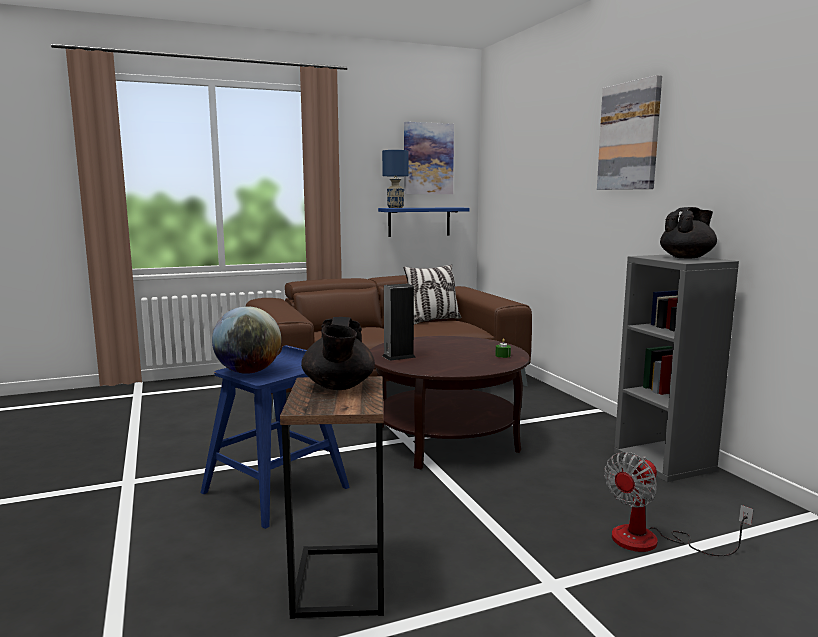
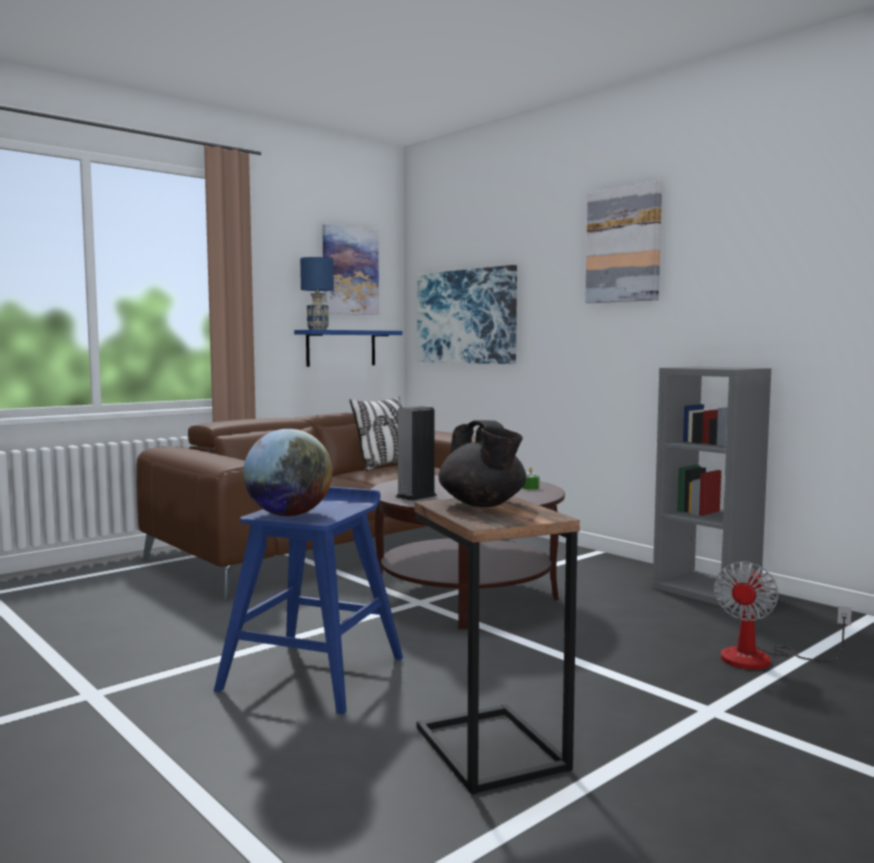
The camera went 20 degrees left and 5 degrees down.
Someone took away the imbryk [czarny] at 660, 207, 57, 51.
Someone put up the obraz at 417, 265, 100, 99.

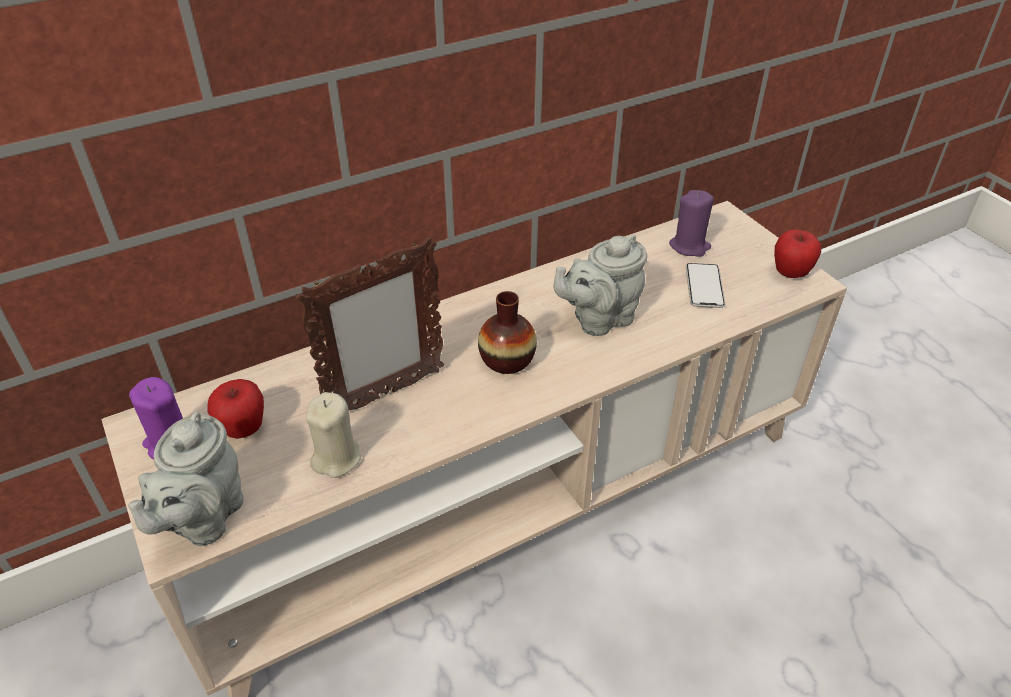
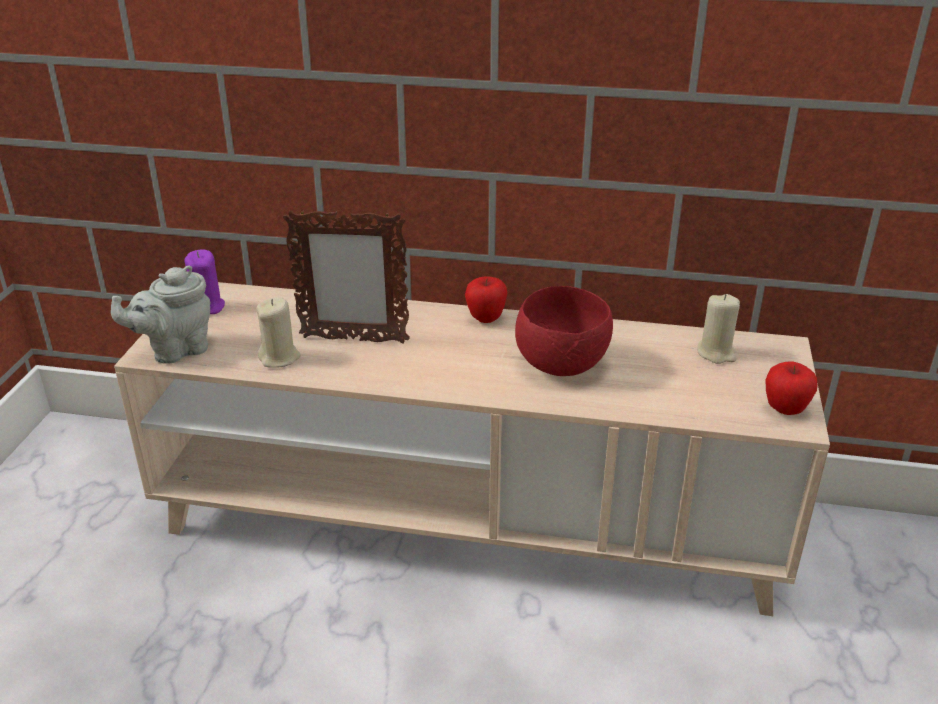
The camera went 40 degrees right and 10 degrees down.
Someone took away the wazon at 478, 291, 59, 83.
Someone took away the telefon at 686, 263, 39, 45.
Someone carried the jabłko from 207, 379, 57, 60 to 465, 276, 43, 47.
Someone swapped the imbryk [szary] at 554, 234, 93, 102 for the miska [czerwony] at 515, 286, 98, 90.
Someone repainted the świeca [fioletowy] at 669, 190, 45, 67, which became the świeca [beżowy] at 697, 294, 43, 70.

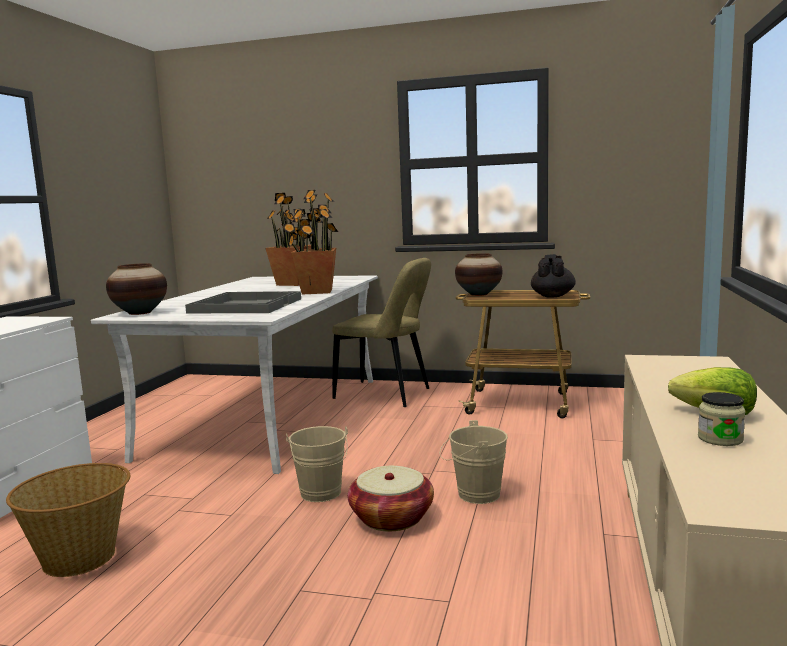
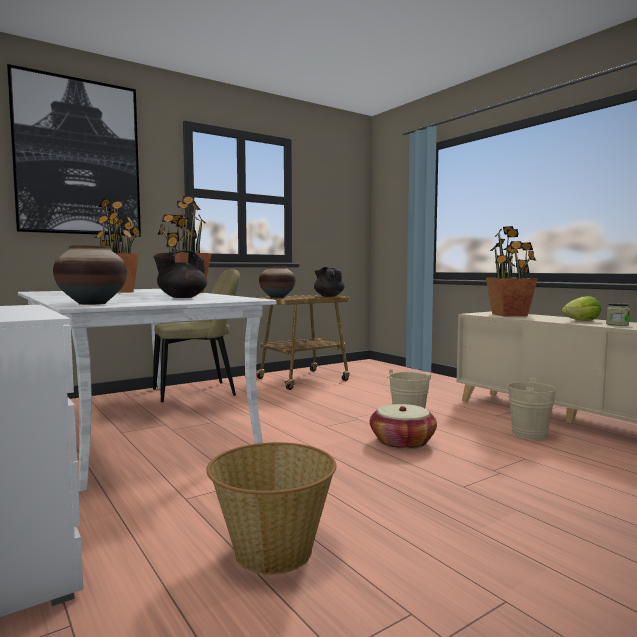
The camera went 50 degrees left and 5 degrees down.
Someone put up the obraz at 7, 64, 134, 172.
Someone put down the roślina doniczkowa at 486, 226, 52, 90.
Someone carried the wiadro [beżowy] from 286, 426, 62, 76 to 507, 378, 58, 62.
Someone swapped the taca [szary] at 185, 291, 116, 22 for the imbryk [czarny] at 153, 250, 54, 48.

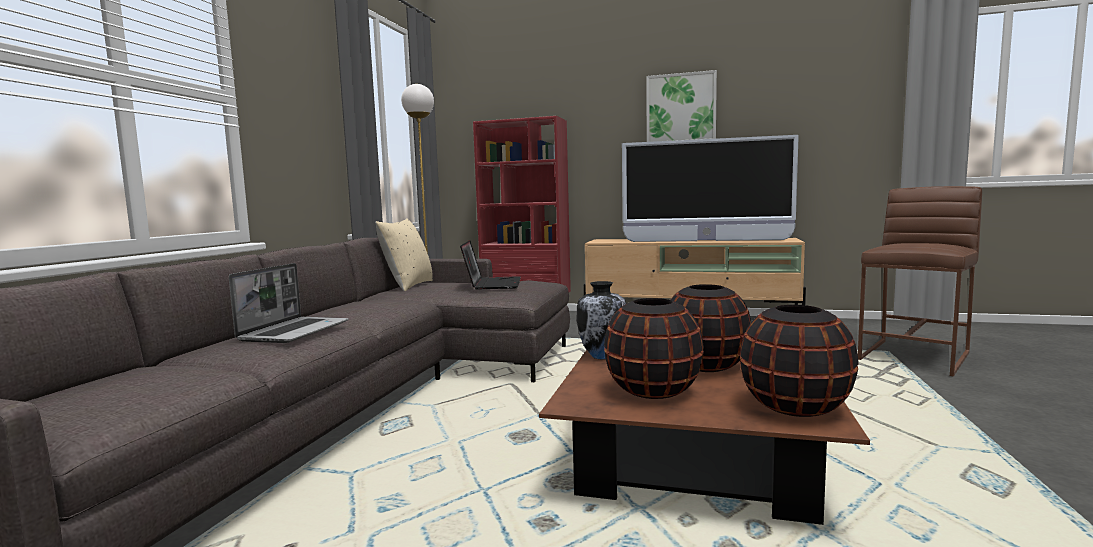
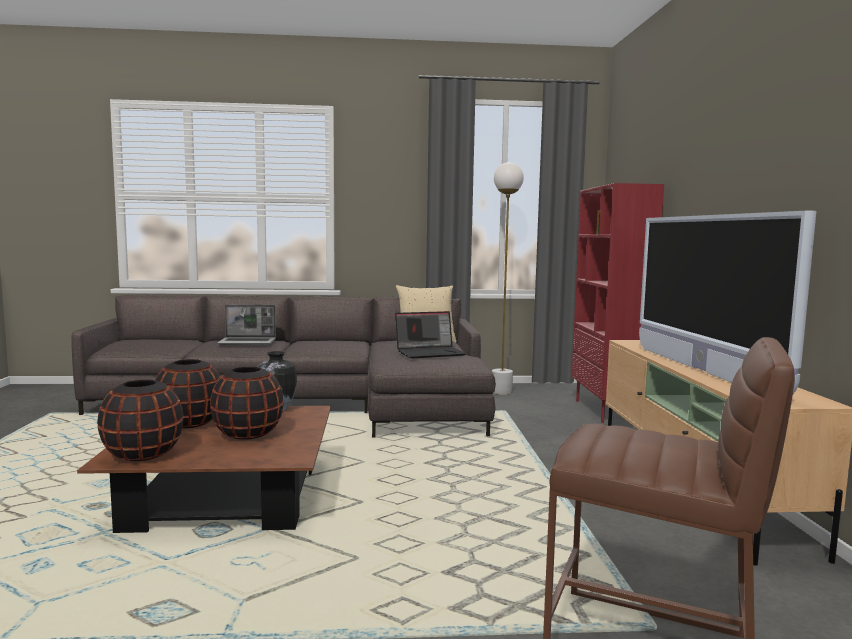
The camera went 70 degrees right and 0 degrees up.
Someone took away the obraz at 646, 70, 71, 72.

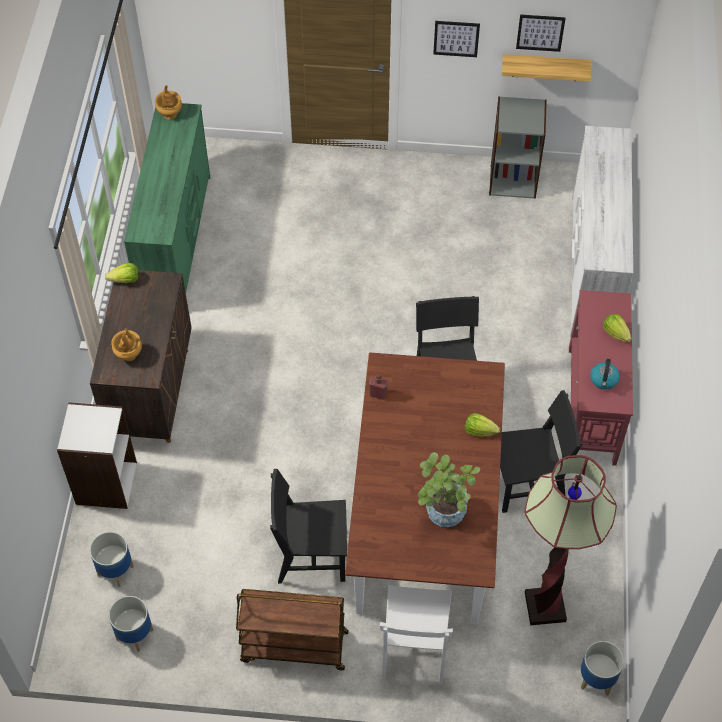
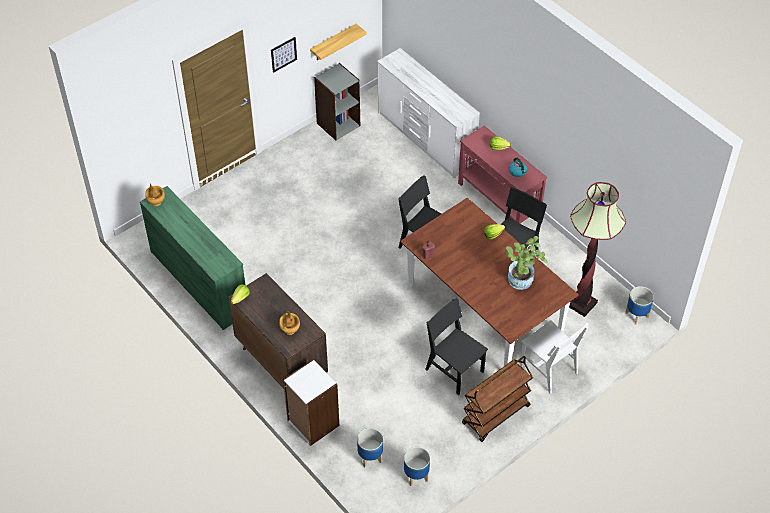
The camera went 45 degrees left and 5 degrees down.
Someone took away the obraz at 516, 15, 50, 37.
Someone rotated the krzesło [czarny] at 270, 469, 77, 115 by 90 degrees clockwise.

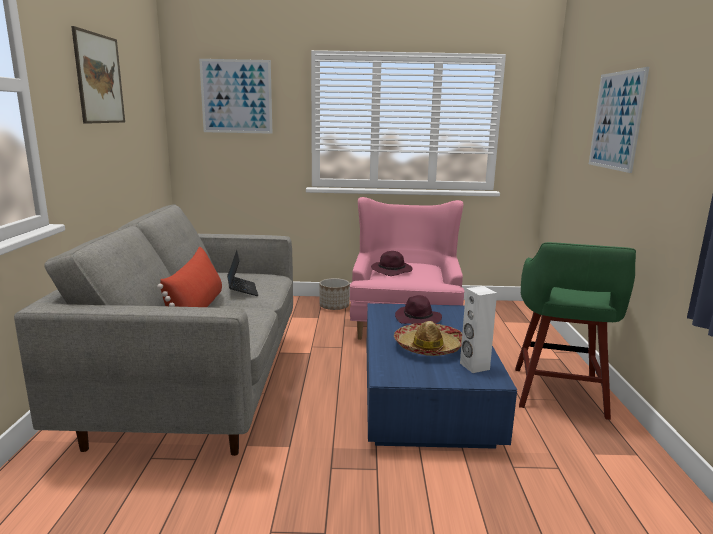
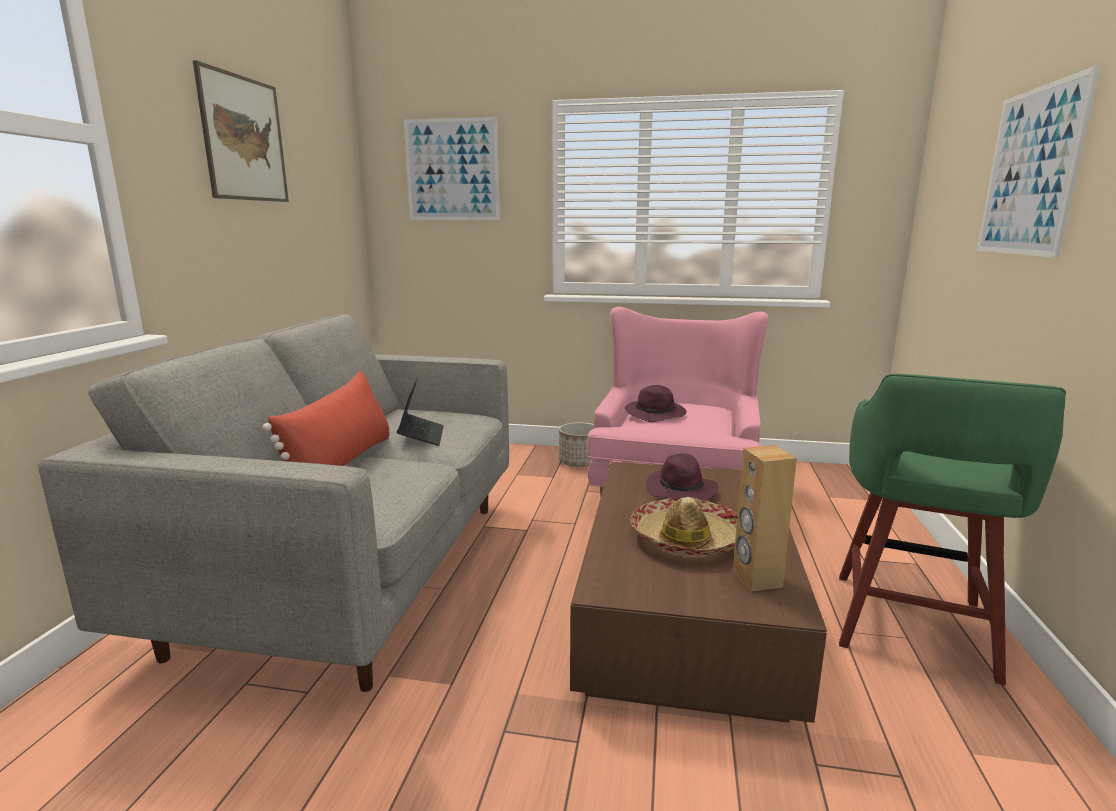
The camera went 10 degrees right and 0 degrees up.
Someone repainted the ława [niebieski] at 366, 303, 151, 146, which became the ława [brązowy] at 570, 462, 257, 261.
Someone repainted the głośnik [biały] at 460, 286, 37, 87, which became the głośnik [brązowy] at 733, 445, 64, 147.

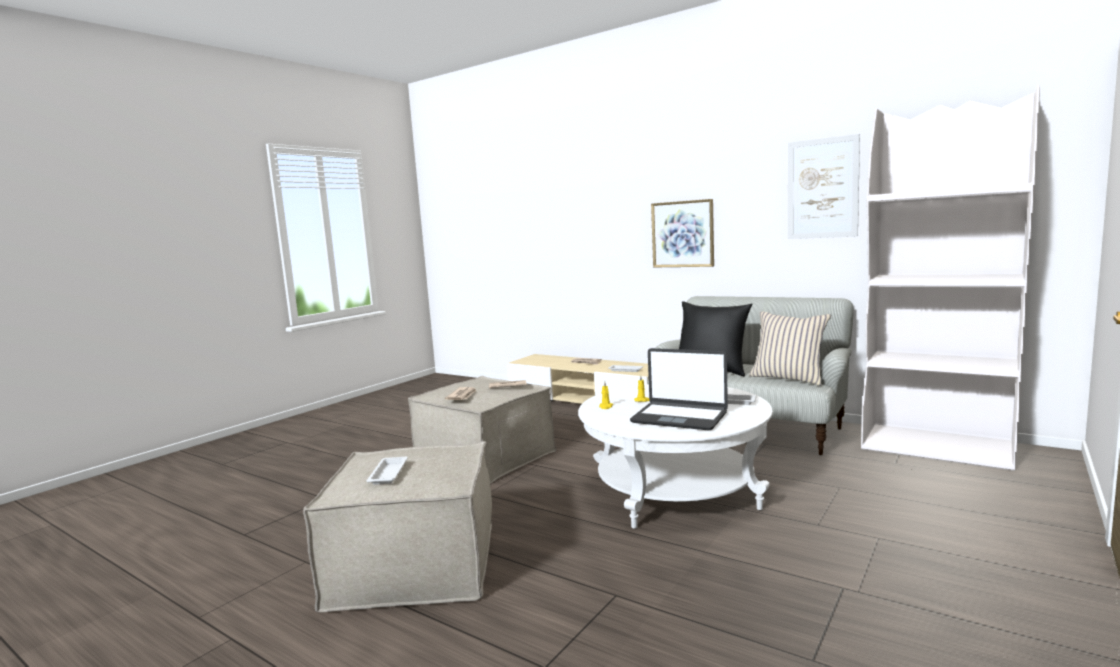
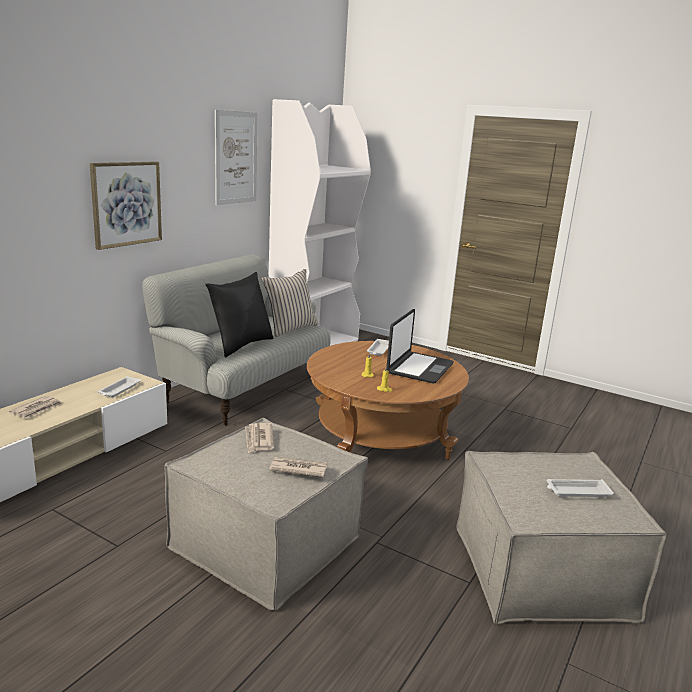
The camera went 95 degrees left and 10 degrees up.
Someone repainted the ława [biały] at 578, 384, 195, 145, which became the ława [brązowy] at 307, 341, 162, 119.

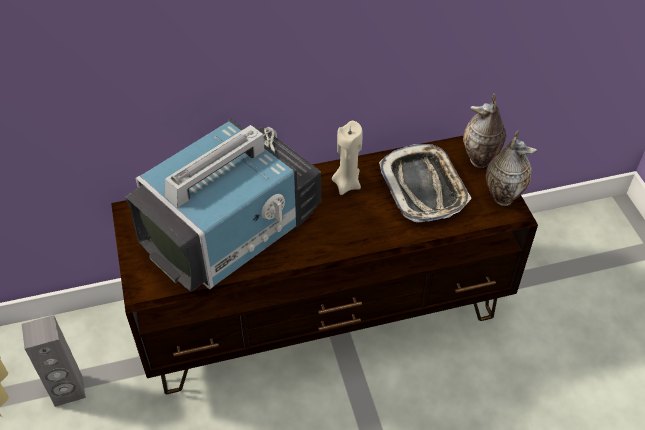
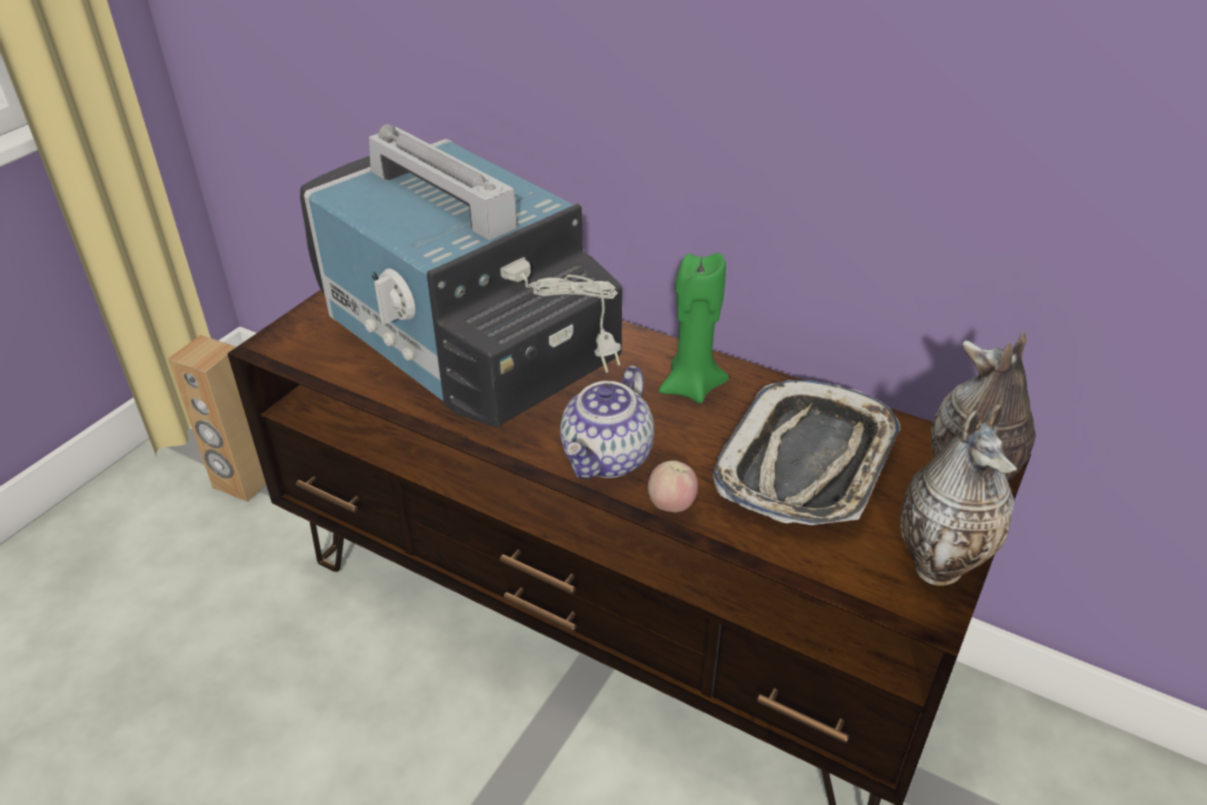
The camera went 45 degrees right and 10 degrees down.
Someone put down the imbryk at 560, 366, 94, 113.
Someone put down the jabłko at 648, 460, 50, 52.
Someone repainted the głośnik [szary] at 22, 315, 64, 92, which became the głośnik [brązowy] at 168, 335, 98, 167.
Someone repainted the świeca [beżowy] at 332, 121, 31, 74, which became the świeca [zielony] at 658, 253, 71, 151.
Someone rotated the telewizor at 125, 119, 196, 173 by 45 degrees clockwise.

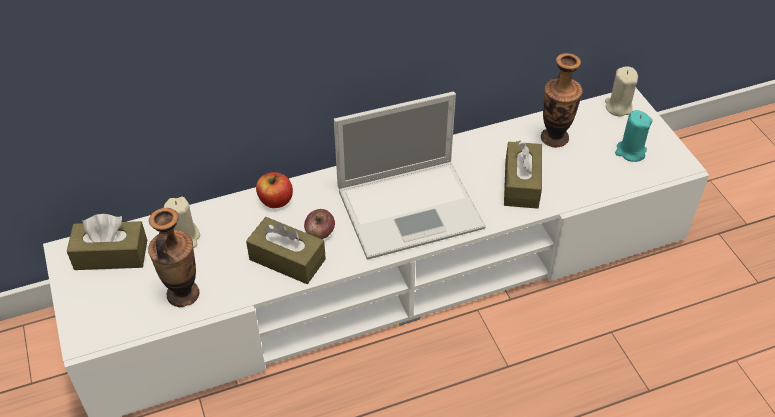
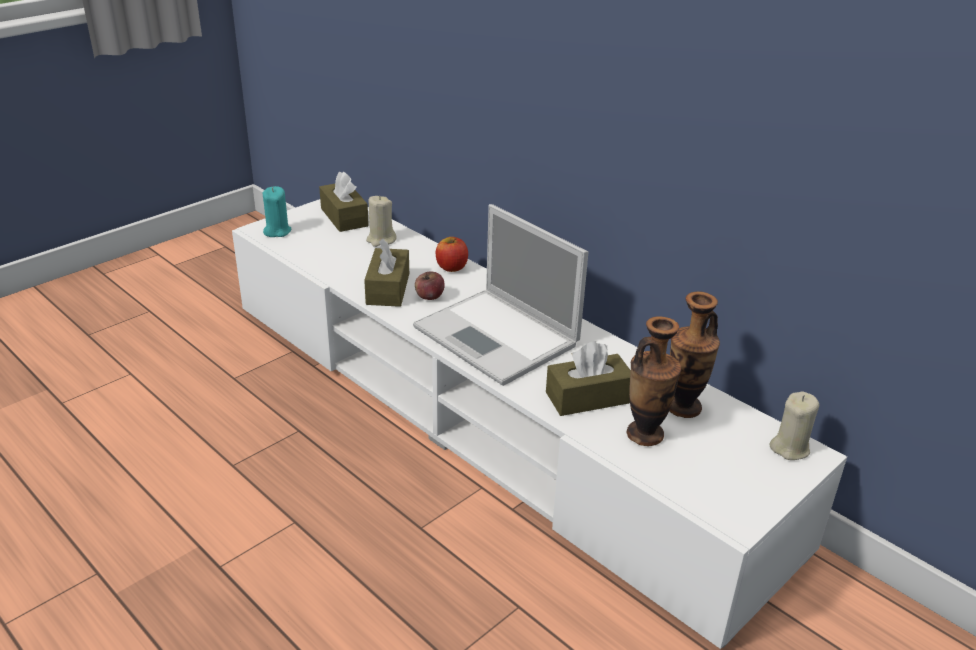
The camera went 65 degrees right and 15 degrees down.
Someone carried the wazon from 148, 208, 51, 99 to 627, 316, 54, 130.
Someone carried the świeca [turkusowy] from 615, 110, 38, 52 to 263, 186, 28, 51.

